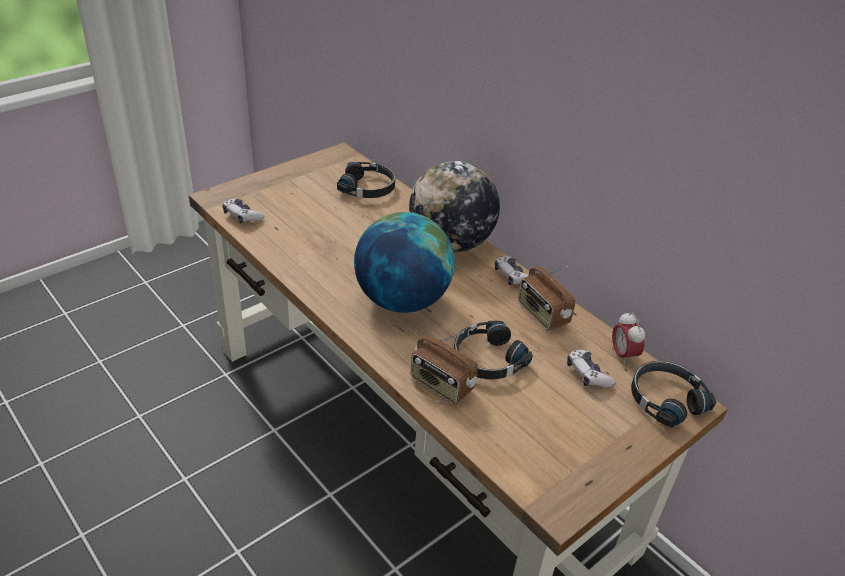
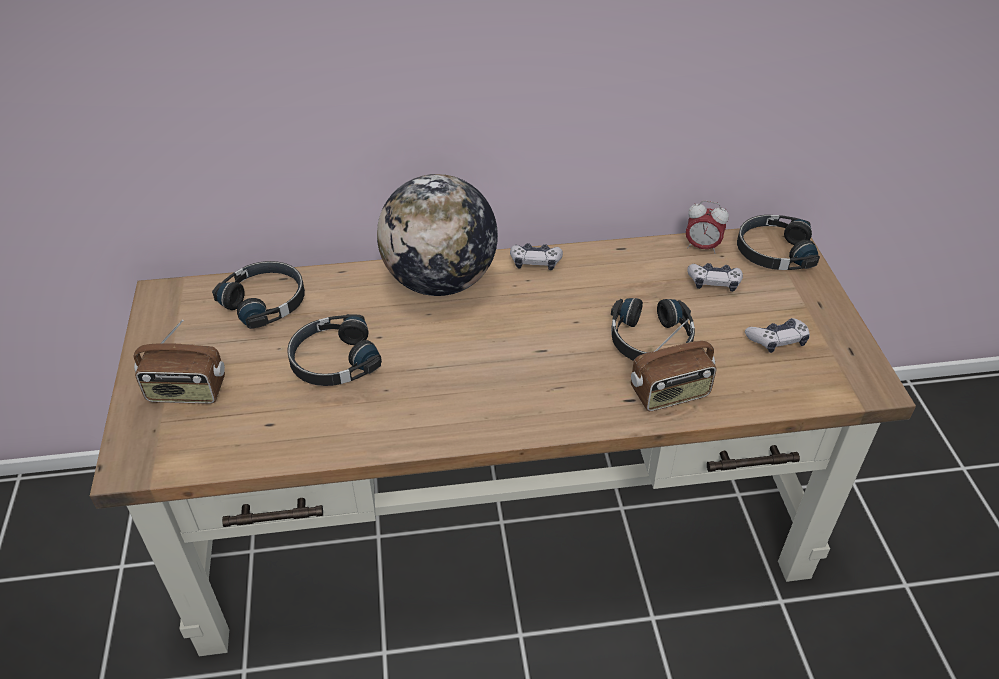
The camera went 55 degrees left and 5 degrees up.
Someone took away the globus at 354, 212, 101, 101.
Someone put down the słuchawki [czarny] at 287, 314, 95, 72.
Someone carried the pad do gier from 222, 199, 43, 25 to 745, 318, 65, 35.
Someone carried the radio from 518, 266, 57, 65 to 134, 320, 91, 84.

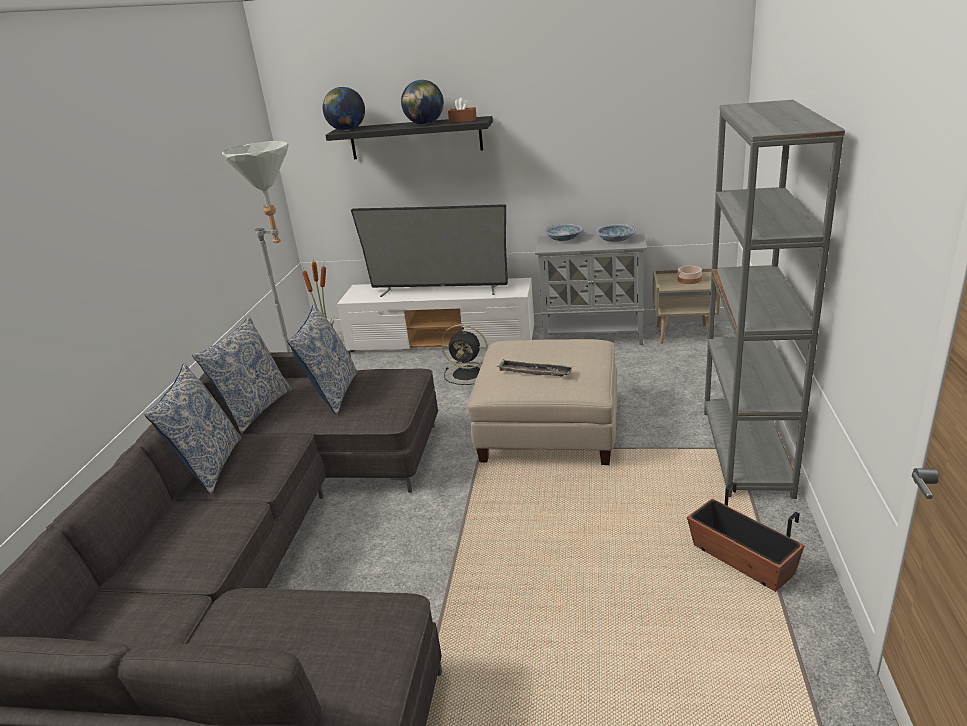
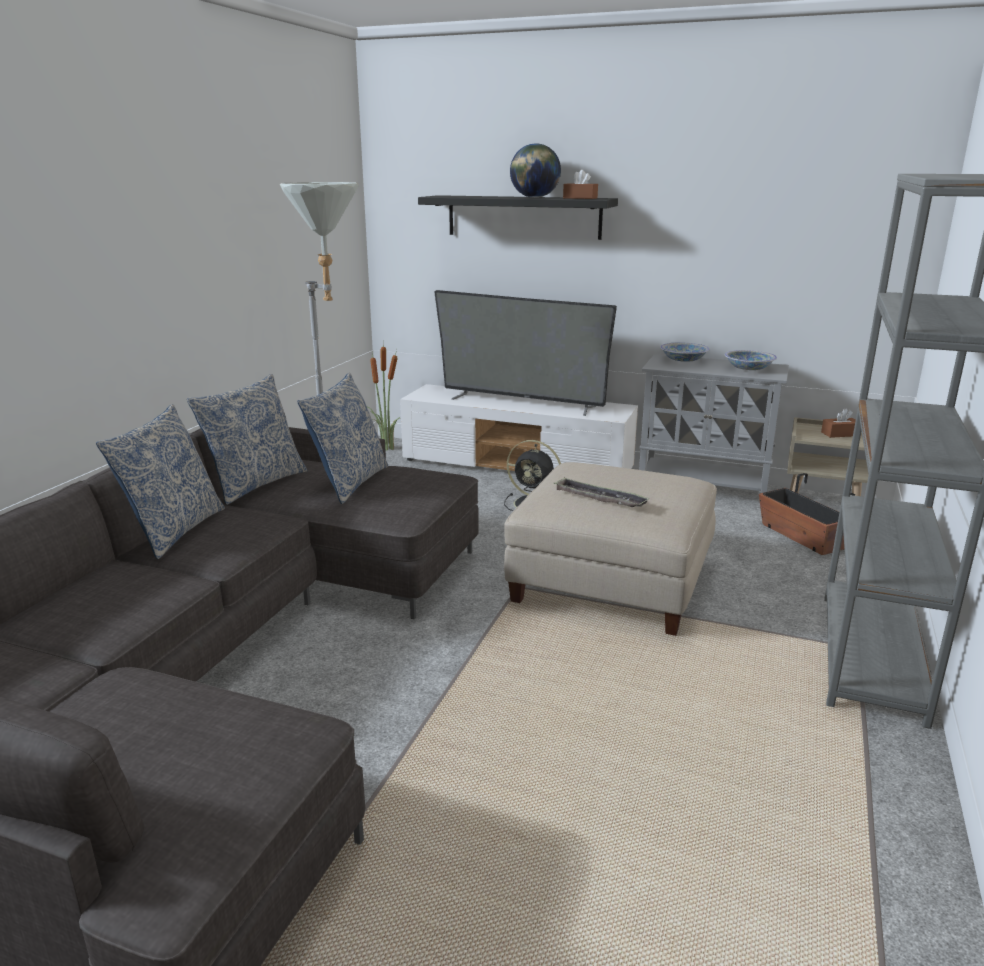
The camera went 10 degrees right and 5 degrees down.
Someone took away the globus at 323, 87, 42, 44.
Someone carried the donica from 687, 482, 118, 110 to 759, 473, 96, 82.
Someone swapped the miska at 678, 266, 24, 18 for the pudełko chusteczek [brązowy] at 821, 408, 35, 30.

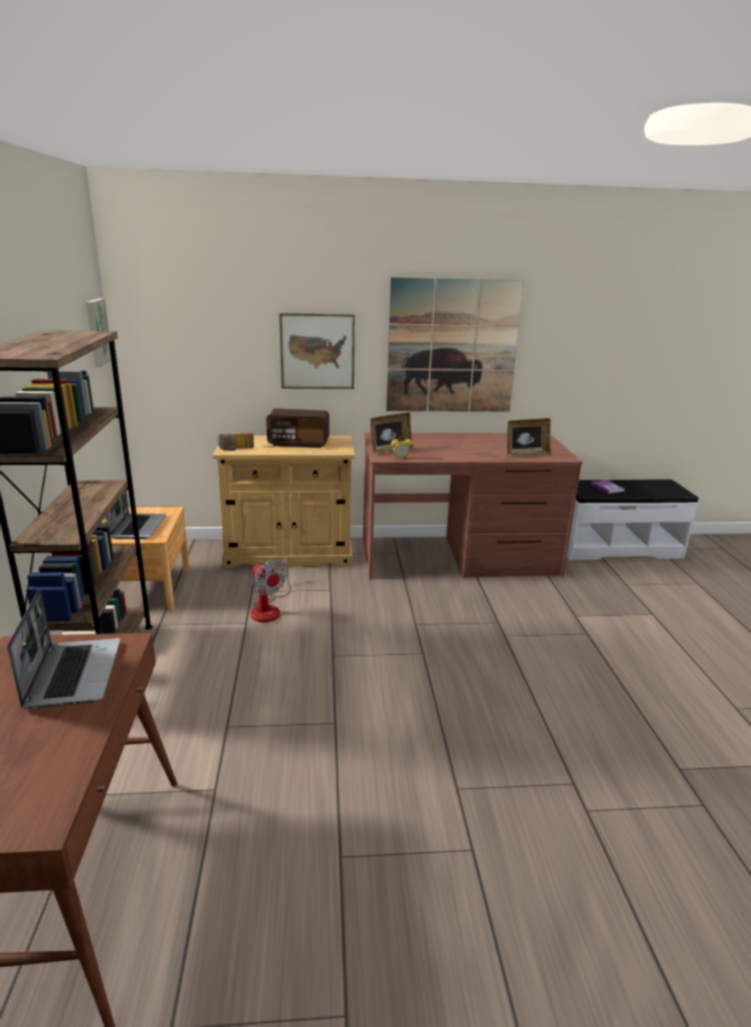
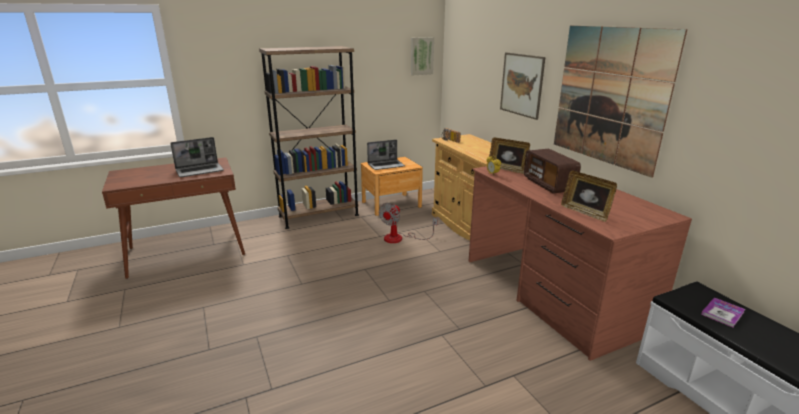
The camera went 70 degrees right and 0 degrees up.
Someone carried the radio from 266, 409, 63, 39 to 524, 149, 57, 45.

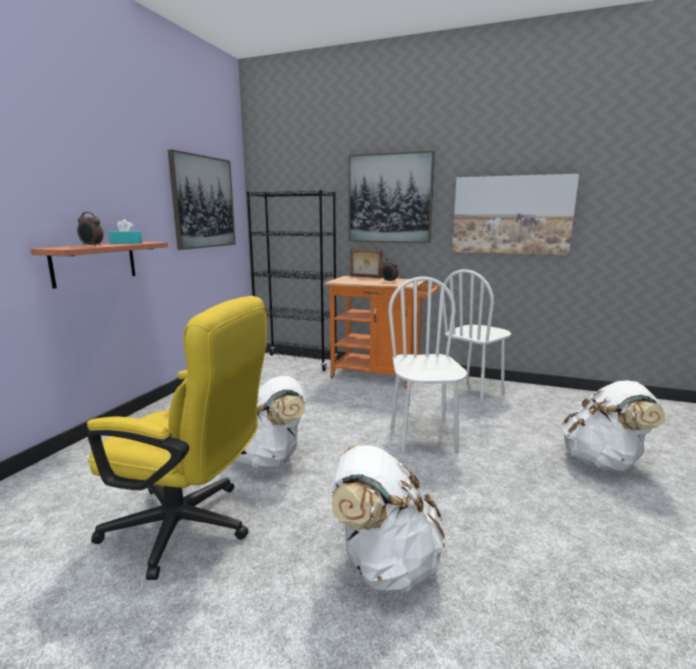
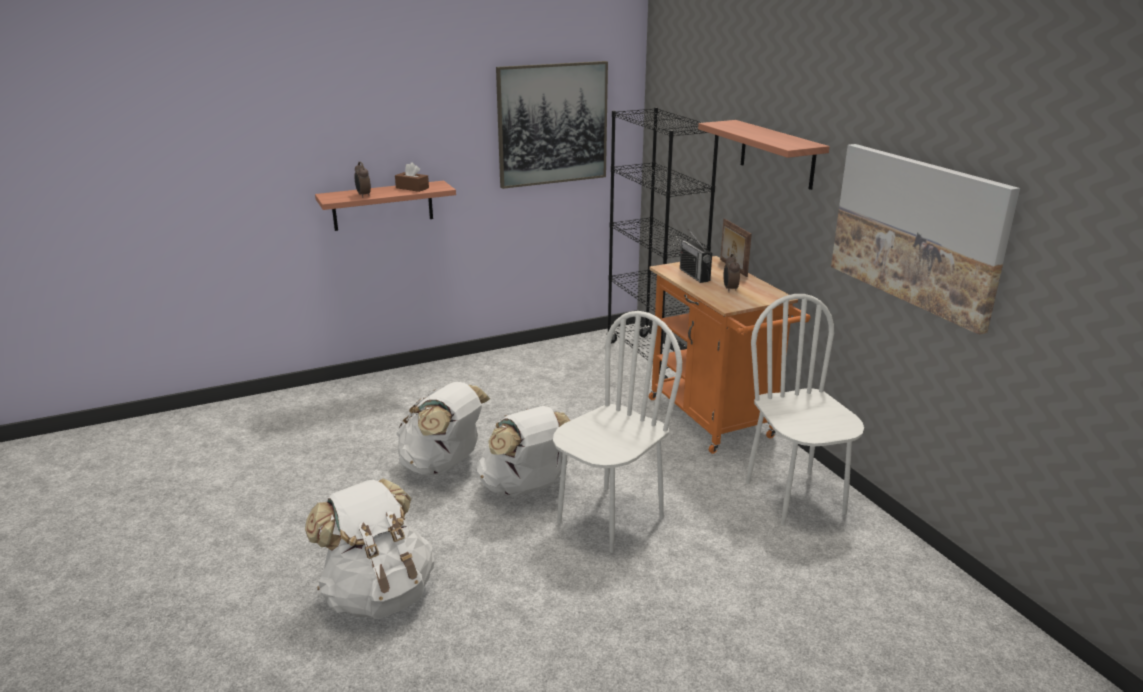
The camera went 45 degrees right and 10 degrees up.
Someone took away the krzesło biurowe [żółty] at 87, 296, 180, 284.
Someone put down the radio at 680, 229, 32, 54.
Someone carried the plecak [biały] from 562, 380, 103, 92 to 476, 406, 94, 91.
Someone swapped the obraz at 349, 151, 86, 92 for the półka at 698, 120, 132, 70.
Someone repainted the pudełko chusteczek [turkusowy] at 109, 219, 34, 25, which became the pudełko chusteczek [brązowy] at 395, 162, 34, 30.
Someone rotated the krzesło [biały] at 441, 269, 70, 134 by 75 degrees clockwise.

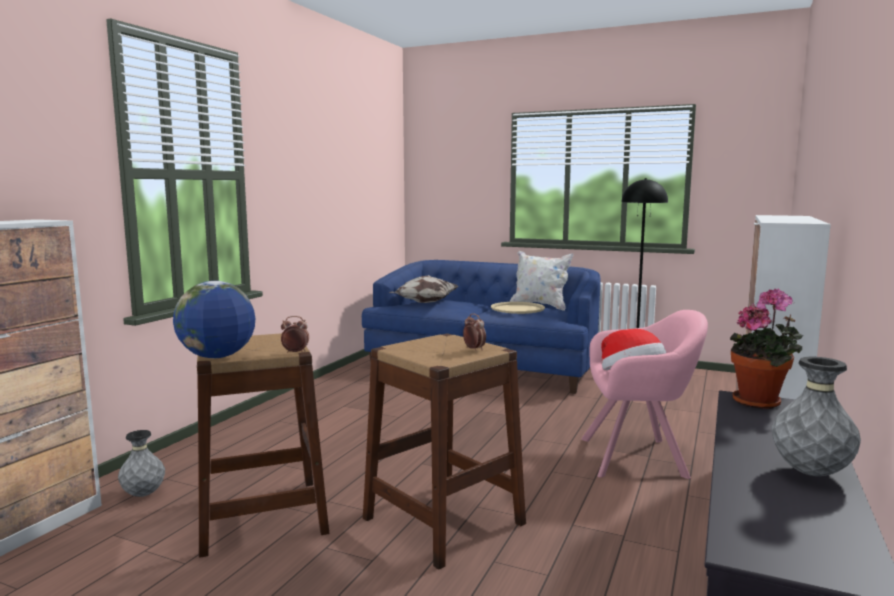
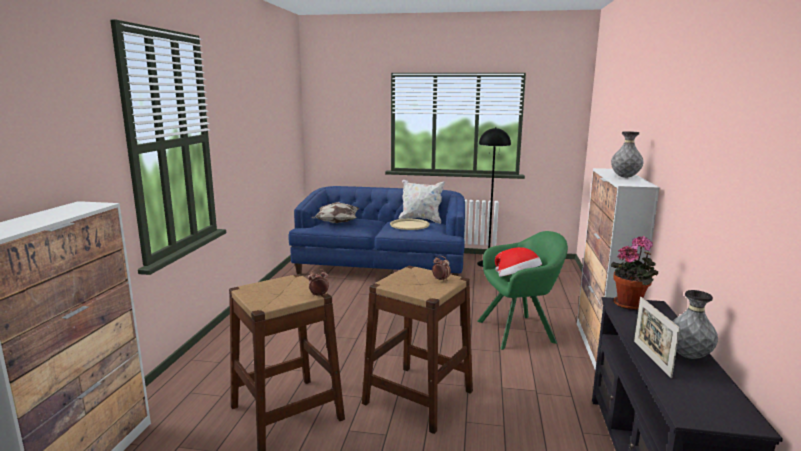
The camera went 15 degrees left and 5 degrees up.
Someone took away the globus at 173, 281, 82, 77.
Someone put down the ramka na zdjęcie at 634, 297, 46, 81.
Someone carried the wazon [szary] from 118, 430, 47, 67 to 611, 131, 33, 47.
Someone repainted the fotel [różowy] at 581, 310, 127, 169, which became the fotel [zielony] at 477, 231, 91, 119.

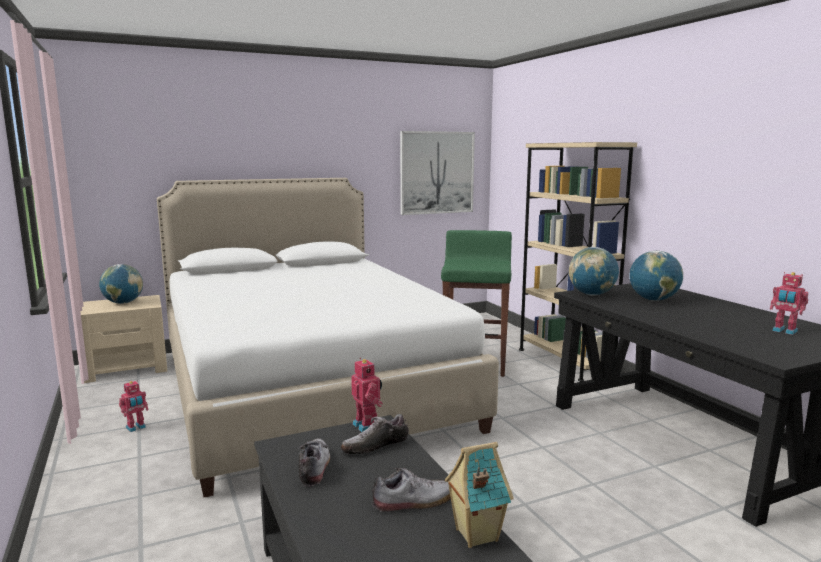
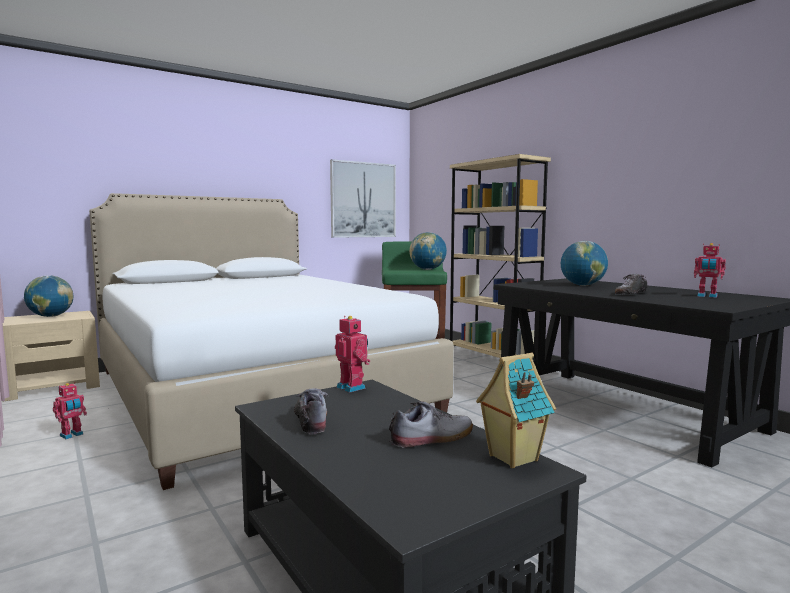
The camera went 10 degrees left and 5 degrees down.
Someone carried the but from 341, 414, 68, 40 to 615, 274, 33, 21.
Someone carried the globus from 569, 247, 50, 49 to 409, 232, 38, 38.

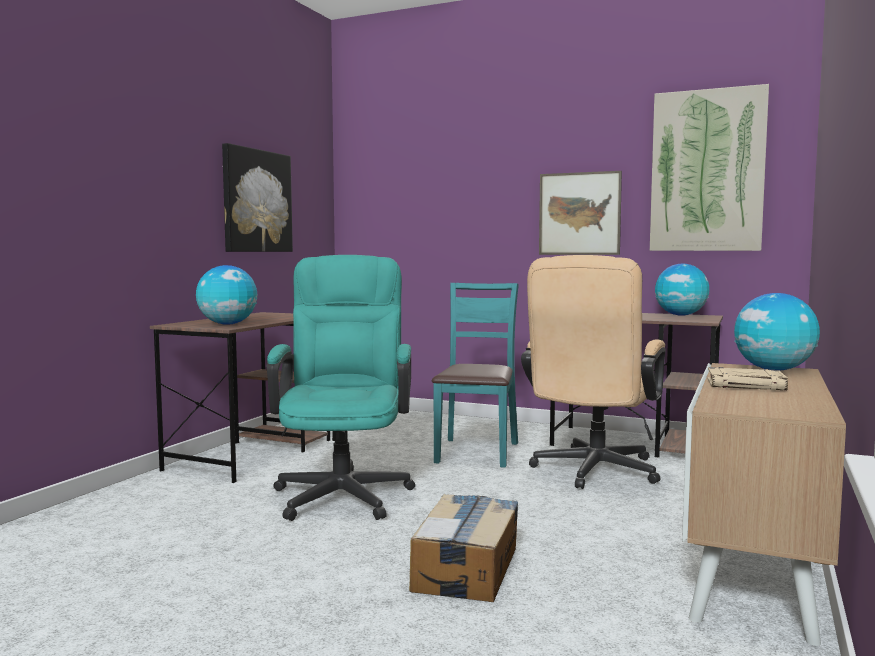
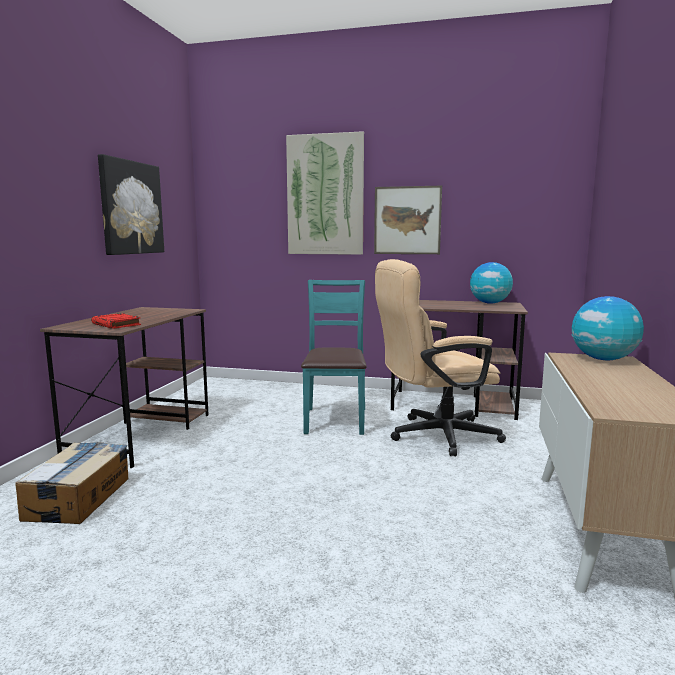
The camera went 10 degrees left and 5 degrees up.
Someone took away the krzesło biurowe [turkusowy] at 267, 255, 148, 266.
Someone took away the książka [beżowy] at 708, 367, 80, 23.
Someone carried the karton from 409, 494, 109, 108 to 16, 442, 113, 82.
Someone carried the obraz from 650, 84, 119, 167 to 286, 131, 78, 124.
Someone swapped the globus at 196, 265, 61, 60 for the książka [czerwony] at 91, 313, 50, 16.
Someone rotated the krzesło biurowe [beżowy] at 521, 255, 145, 234 by 60 degrees clockwise.

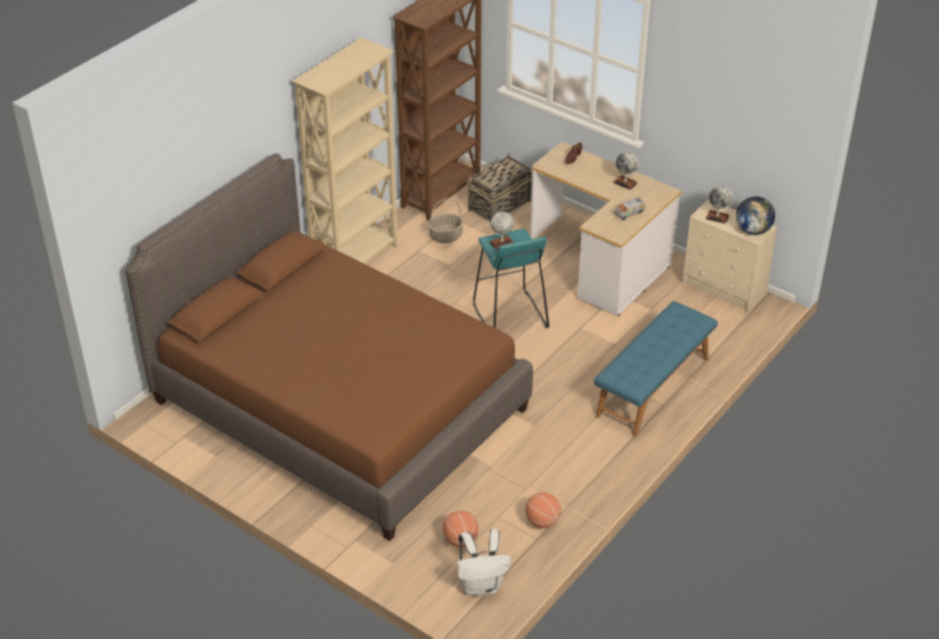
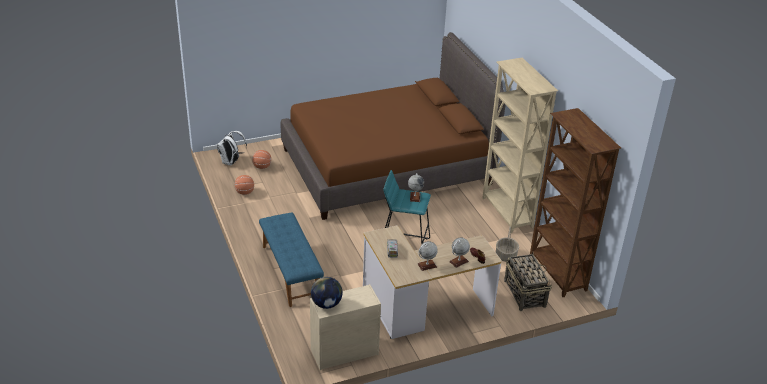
The camera went 120 degrees right and 5 degrees down.
Someone carried the globus from 705, 186, 29, 38 to 449, 237, 21, 31.

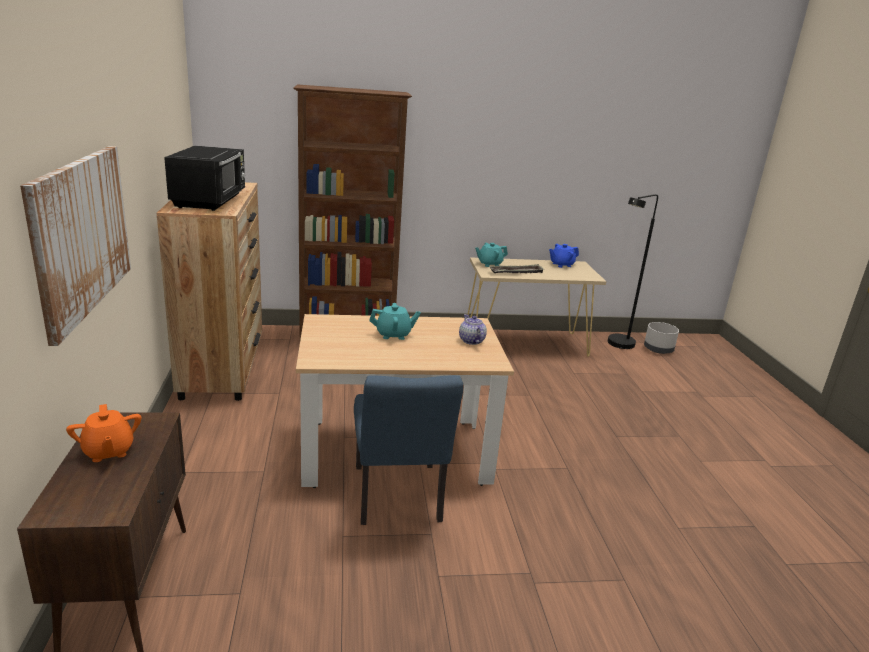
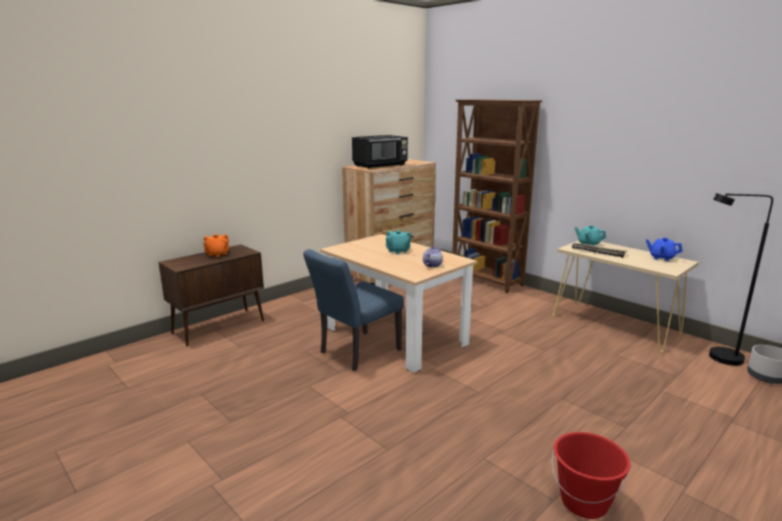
The camera went 55 degrees right and 5 degrees down.
Someone took away the obraz at 20, 146, 111, 200.
Someone put down the wiadro [czerwony] at 552, 432, 78, 87.

